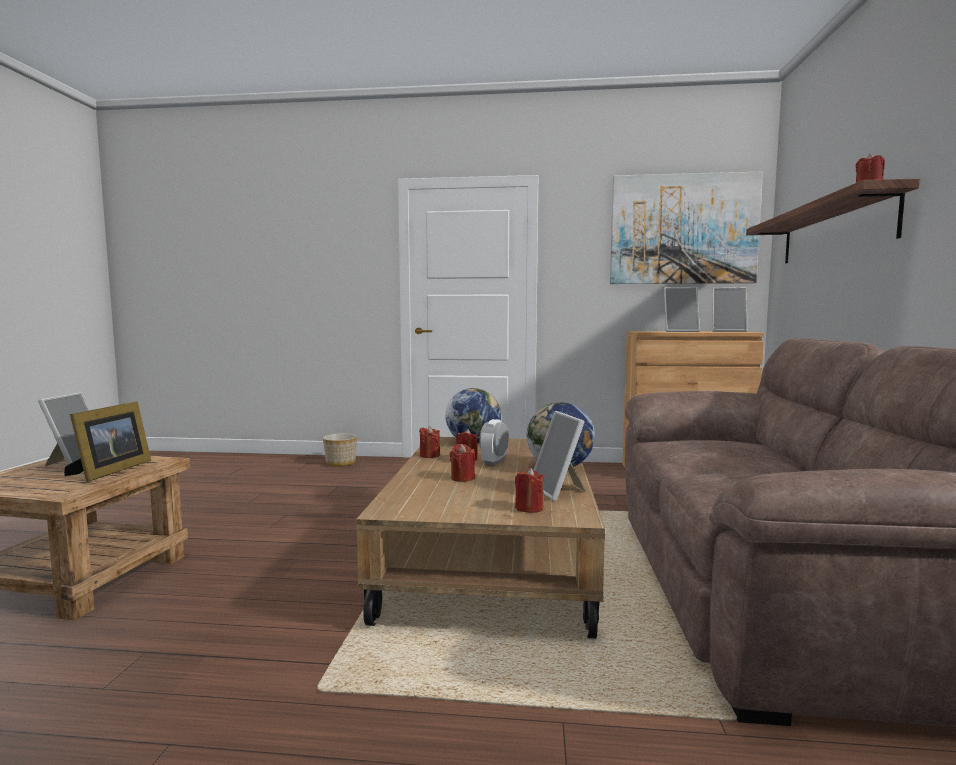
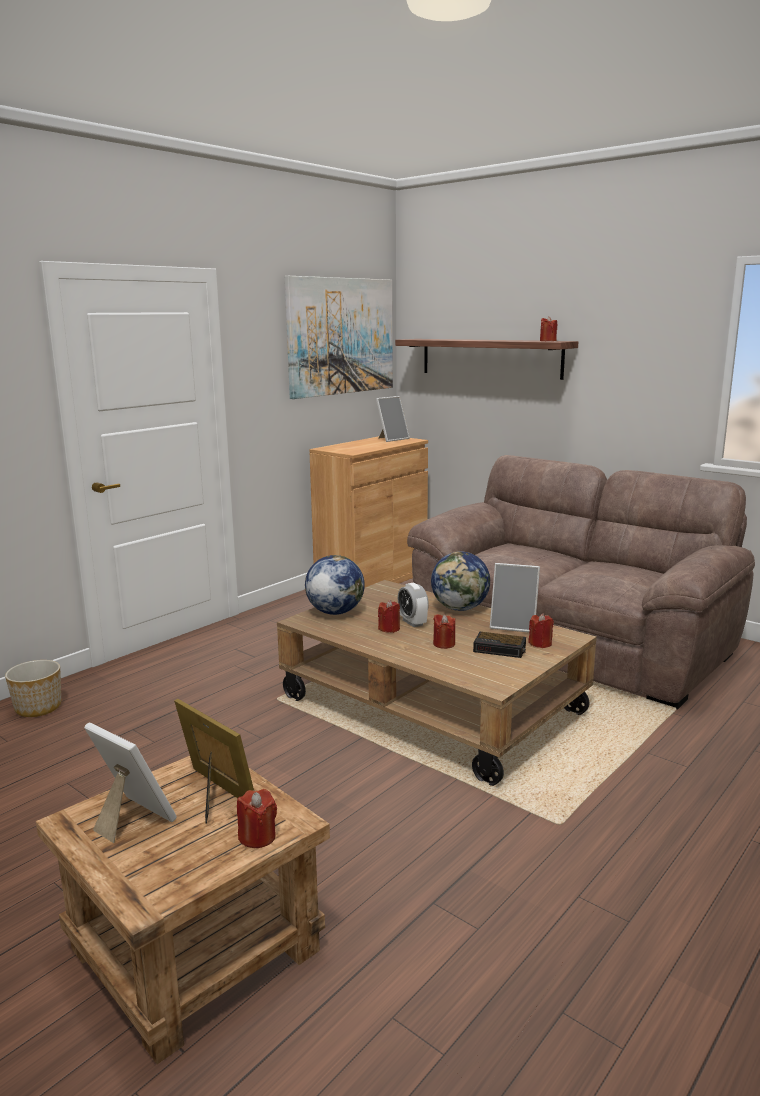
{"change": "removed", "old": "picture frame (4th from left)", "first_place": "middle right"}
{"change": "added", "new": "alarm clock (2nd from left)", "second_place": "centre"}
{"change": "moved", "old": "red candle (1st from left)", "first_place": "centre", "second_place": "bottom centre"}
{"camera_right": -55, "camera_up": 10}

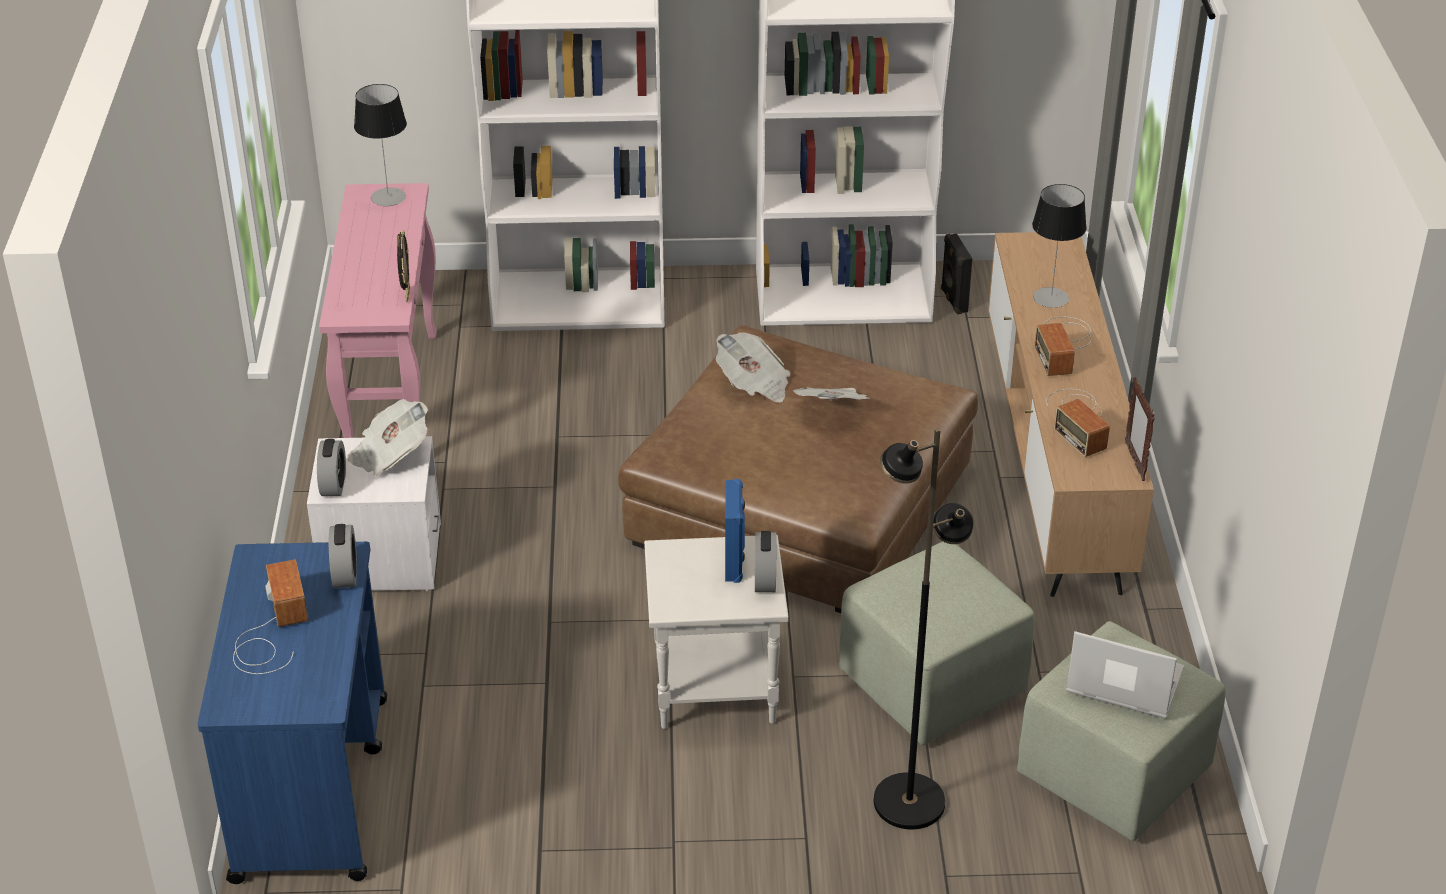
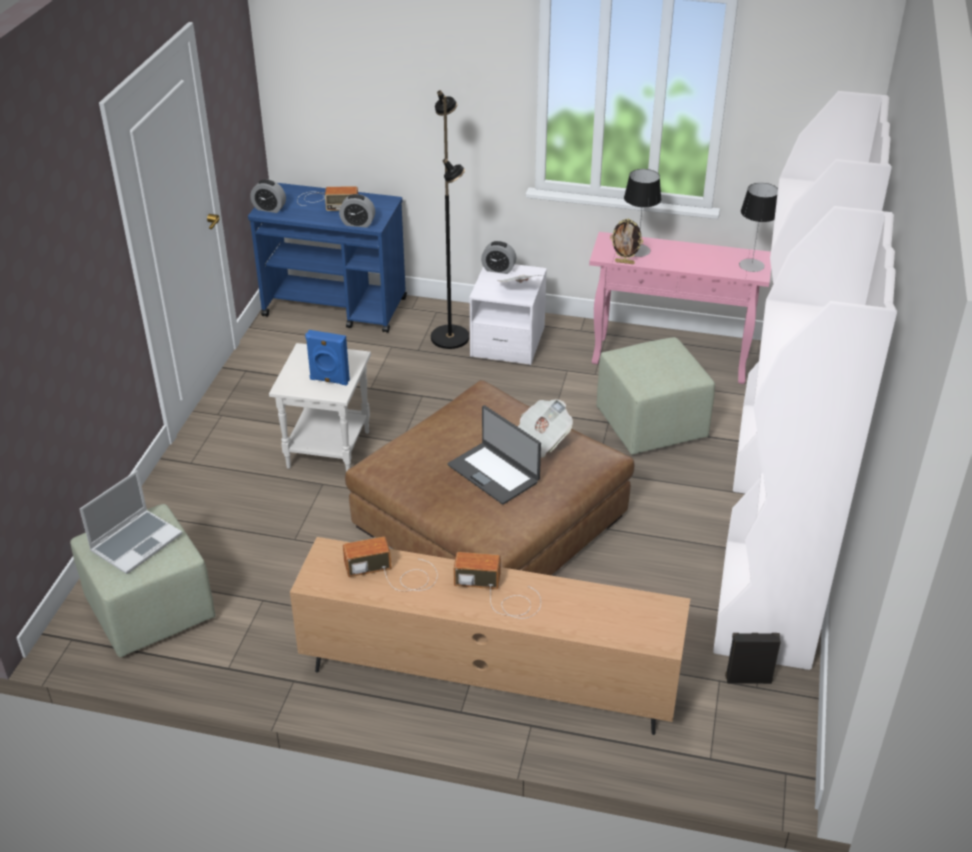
{"change": "removed", "old": "picture frame (2nd from left)", "first_place": "middle right"}
{"change": "moved", "old": "alarm clock (3rd from left in the first image)", "new": "alarm clock (1st from left)", "first_place": "centre", "second_place": "top left"}
{"change": "moved", "old": "green ottoman (1st from left in the first image)", "new": "green ottoman (2nd from left)", "first_place": "bottom centre", "second_place": "middle right"}
{"change": "moved", "old": "black floor lamp", "first_place": "bottom centre", "second_place": "top centre"}
{"change": "moved", "old": "table lamp (2nd from left in the first image)", "new": "table lamp (1st from left)", "first_place": "top right", "second_place": "top centre"}
{"change": "replaced", "old": "newspaper (3rd from left)", "new": "laptop (2nd from left)", "first_place": "centre", "second_place": "centre"}
{"camera_right": 105, "camera_up": 0}

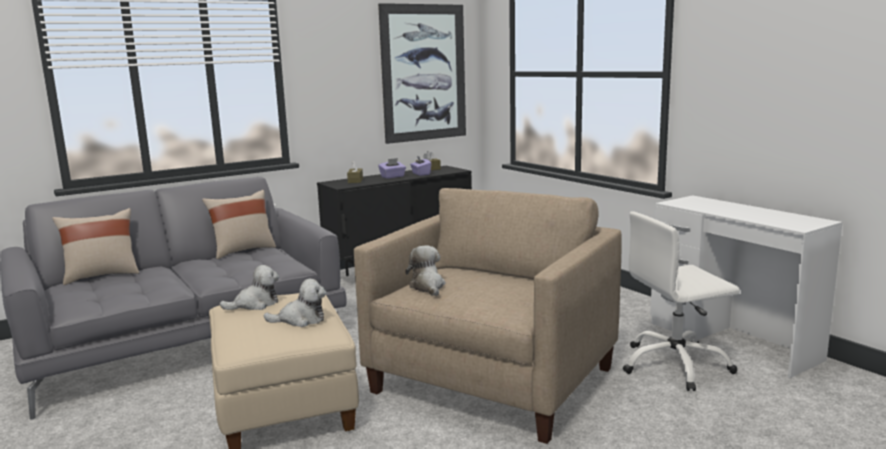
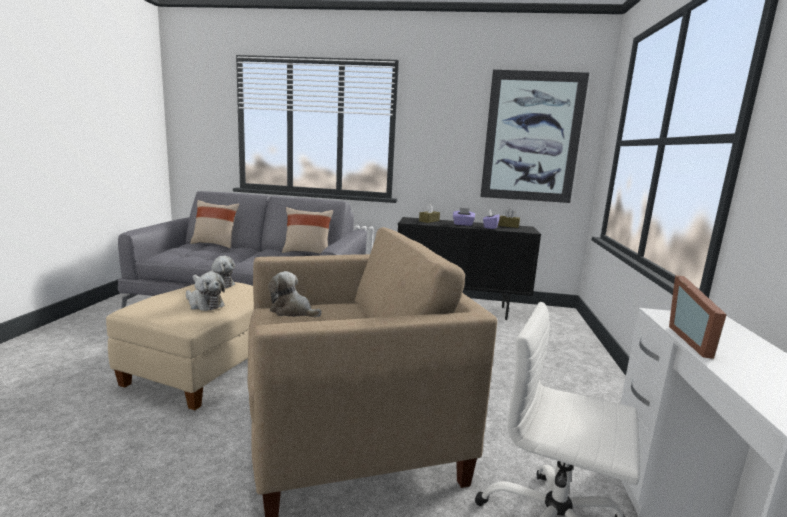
{"change": "added", "new": "picture frame", "second_place": "middle right"}
{"change": "turned", "old": "plush toy (3rd from left)", "first_place": "centre", "second_place": "centre", "degrees": -90}
{"camera_right": 40, "camera_up": 0}

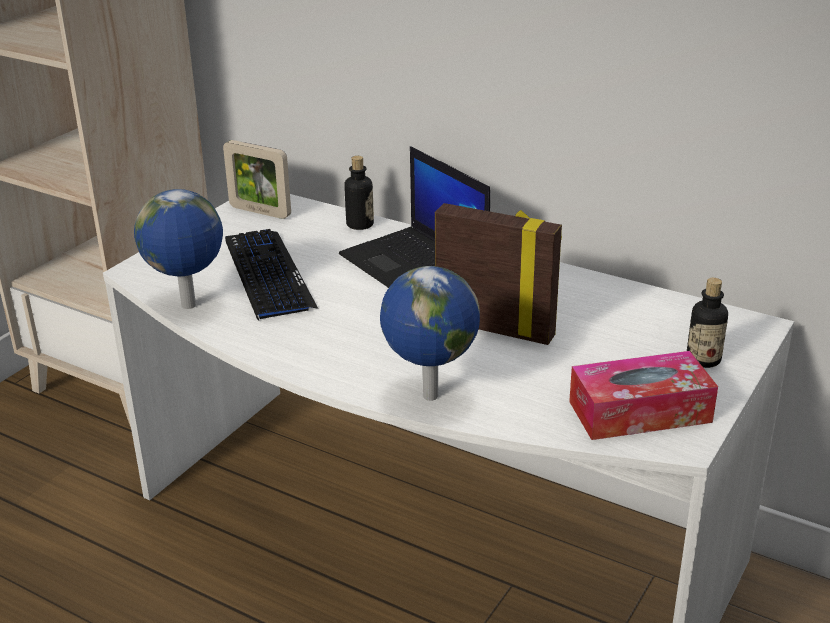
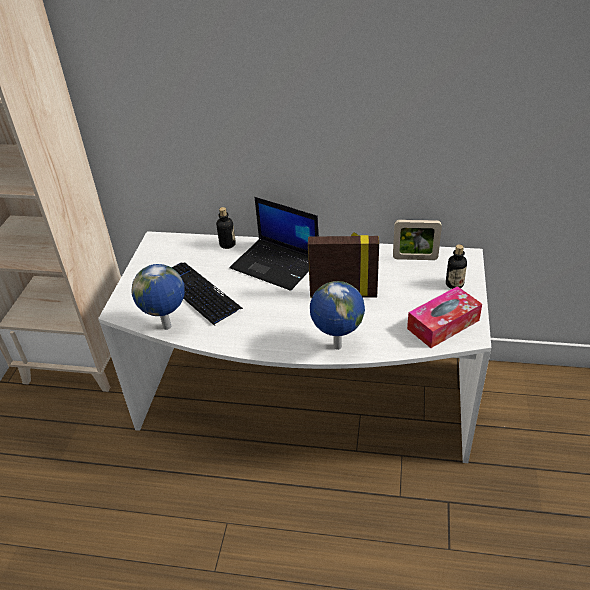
{"change": "moved", "old": "picture frame (1st from left in the first image)", "new": "picture frame (2nd from left)", "first_place": "top left", "second_place": "middle right"}
{"camera_right": -20, "camera_up": 10}

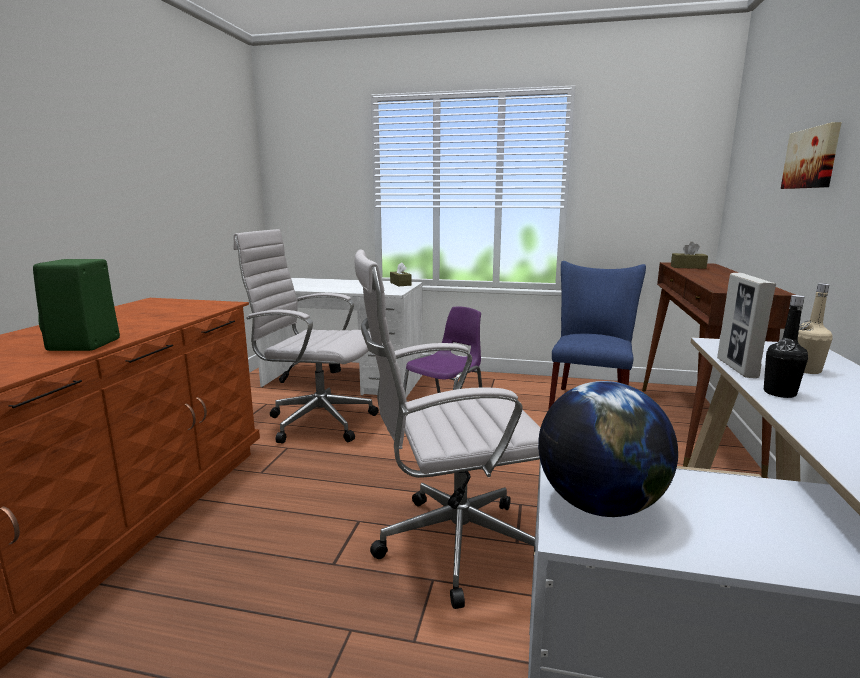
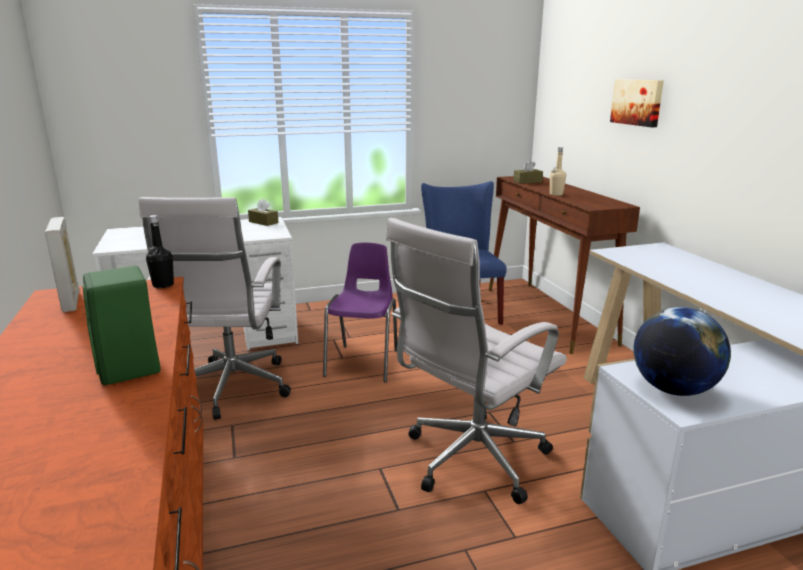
{"change": "moved", "old": "picture frame", "first_place": "middle right", "second_place": "middle left"}
{"change": "moved", "old": "black bottle", "first_place": "middle right", "second_place": "middle left"}
{"change": "moved", "old": "beige bottle", "first_place": "middle right", "second_place": "top right"}
{"change": "turned", "old": "white office chair (1st from left)", "first_place": "centre", "second_place": "middle left", "degrees": -75}
{"camera_right": -30, "camera_up": 5}

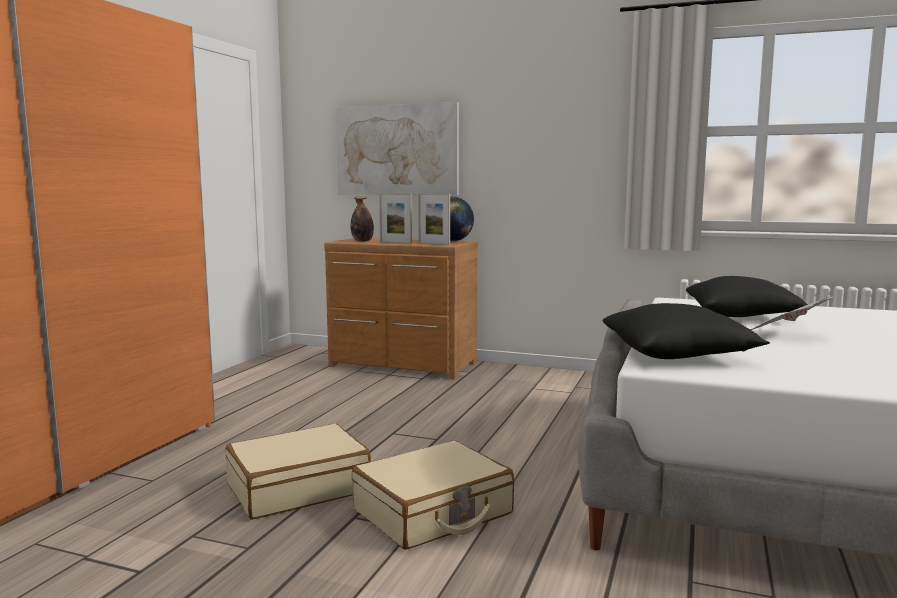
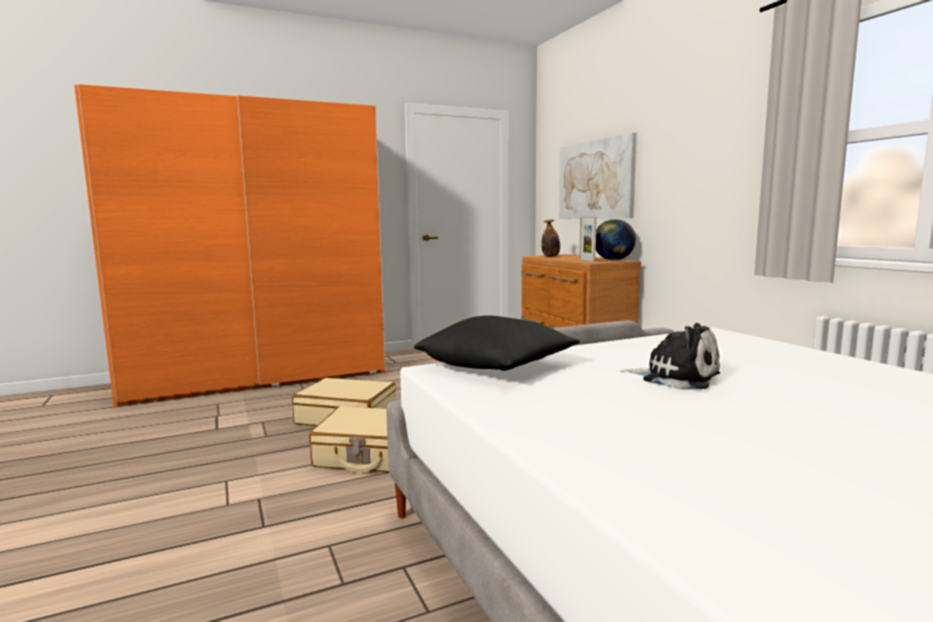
{"change": "removed", "old": "picture frame (1st from left)", "first_place": "centre"}
{"change": "removed", "old": "black pillow (2nd from left)", "first_place": "middle right"}
{"change": "replaced", "old": "newspaper", "new": "plush toy", "first_place": "middle right", "second_place": "middle right"}
{"camera_right": 45, "camera_up": 0}

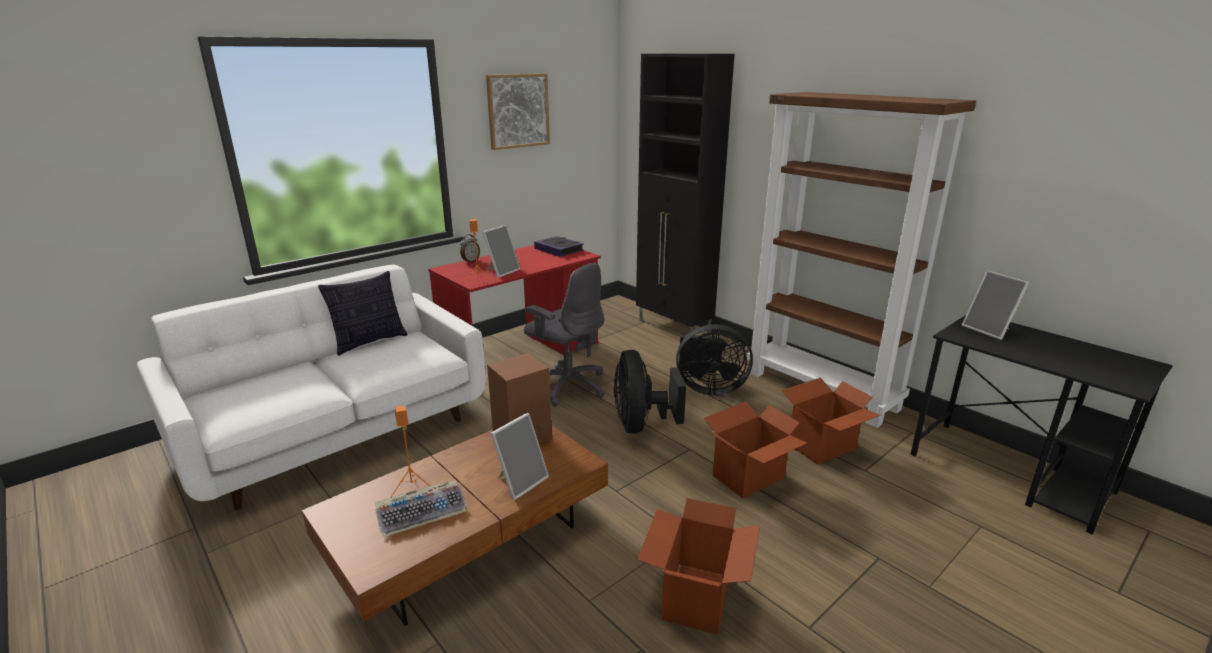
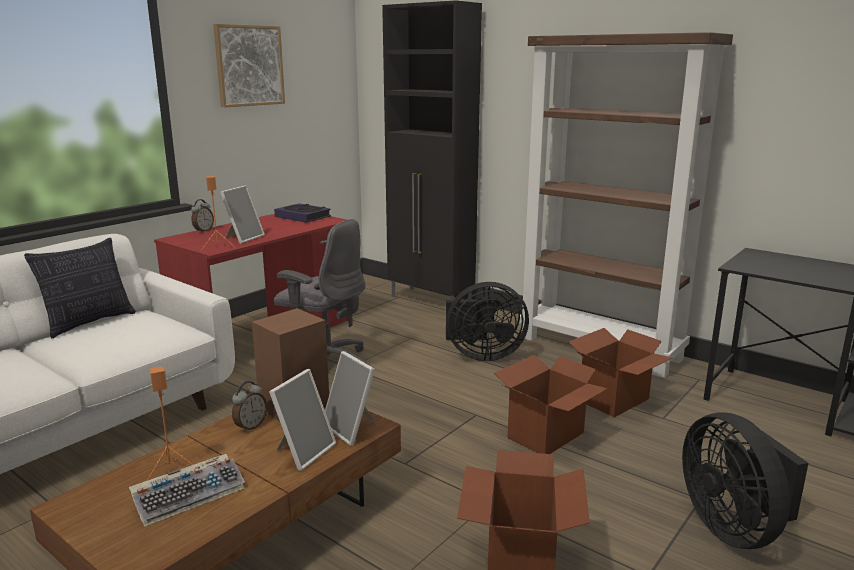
{"change": "added", "new": "alarm clock (2nd from left)", "second_place": "bottom left"}
{"change": "moved", "old": "black fan (1st from left in the first image)", "new": "black fan (2nd from left)", "first_place": "centre", "second_place": "bottom right"}
{"change": "moved", "old": "picture frame (3rd from left)", "first_place": "middle right", "second_place": "bottom centre"}
{"camera_right": -10, "camera_up": -5}

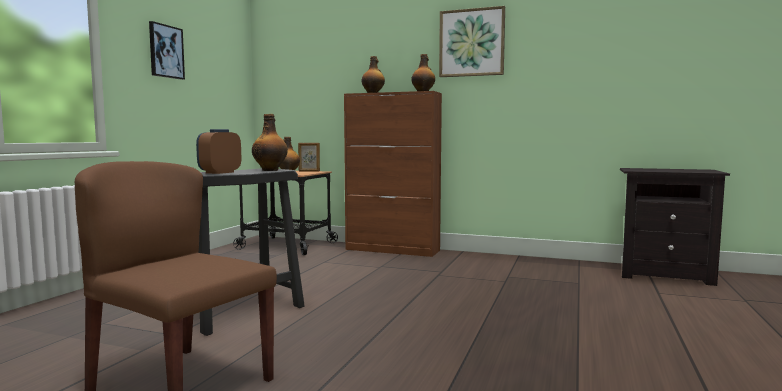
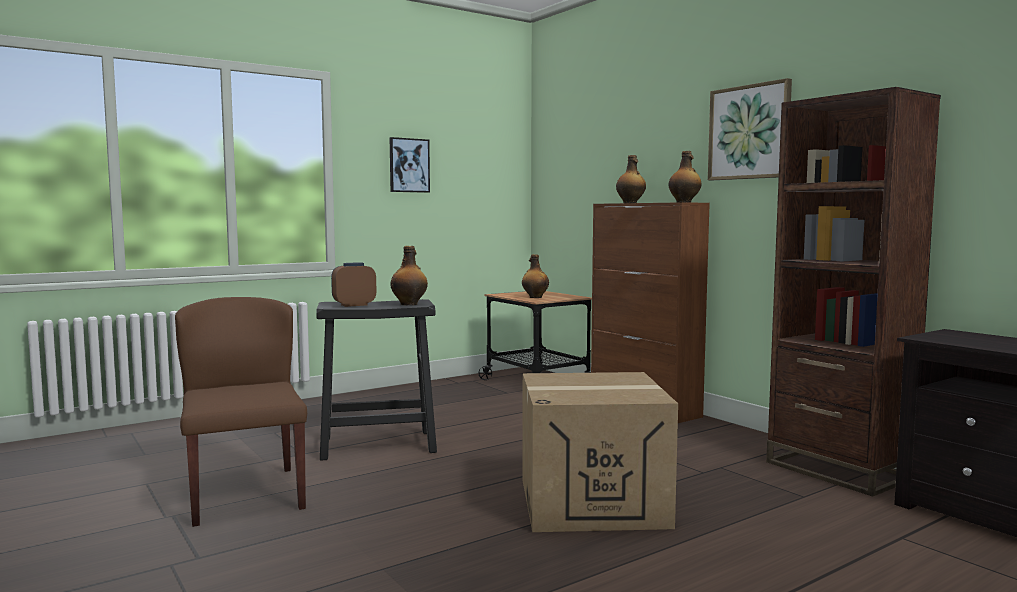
{"change": "removed", "old": "picture frame", "first_place": "centre"}
{"change": "added", "new": "cardboard box", "second_place": "bottom centre"}
{"change": "added", "new": "brown bookcase", "second_place": "middle right"}
{"camera_right": 35, "camera_up": 0}

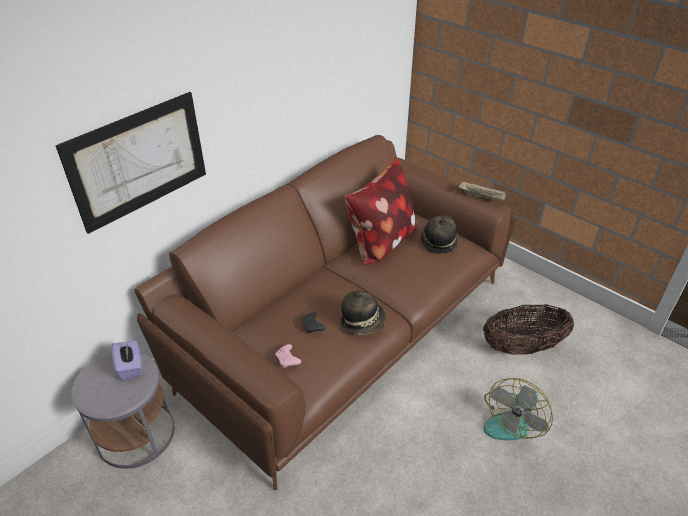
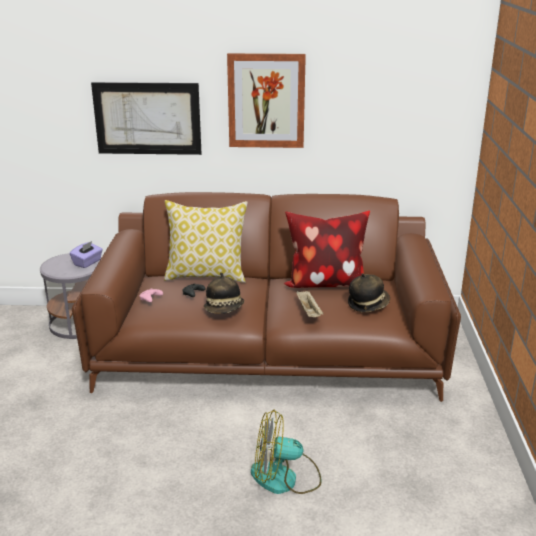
{"change": "removed", "old": "basket", "first_place": "middle right"}
{"change": "added", "new": "pillow (1st from left)", "second_place": "centre"}
{"change": "added", "new": "picture (2nd from left)", "second_place": "top centre"}
{"change": "moved", "old": "beige tray", "first_place": "middle right", "second_place": "centre"}
{"camera_right": 50, "camera_up": -15}

